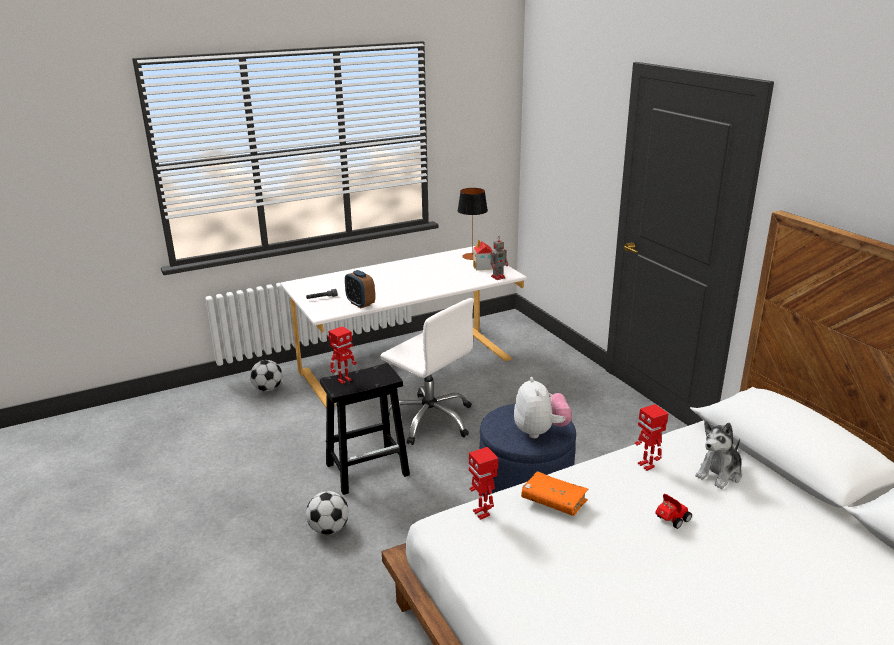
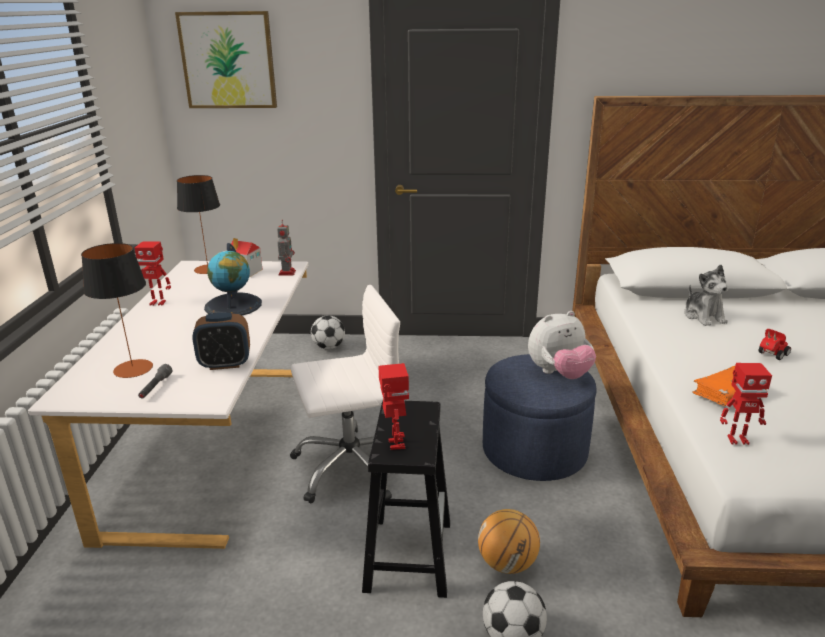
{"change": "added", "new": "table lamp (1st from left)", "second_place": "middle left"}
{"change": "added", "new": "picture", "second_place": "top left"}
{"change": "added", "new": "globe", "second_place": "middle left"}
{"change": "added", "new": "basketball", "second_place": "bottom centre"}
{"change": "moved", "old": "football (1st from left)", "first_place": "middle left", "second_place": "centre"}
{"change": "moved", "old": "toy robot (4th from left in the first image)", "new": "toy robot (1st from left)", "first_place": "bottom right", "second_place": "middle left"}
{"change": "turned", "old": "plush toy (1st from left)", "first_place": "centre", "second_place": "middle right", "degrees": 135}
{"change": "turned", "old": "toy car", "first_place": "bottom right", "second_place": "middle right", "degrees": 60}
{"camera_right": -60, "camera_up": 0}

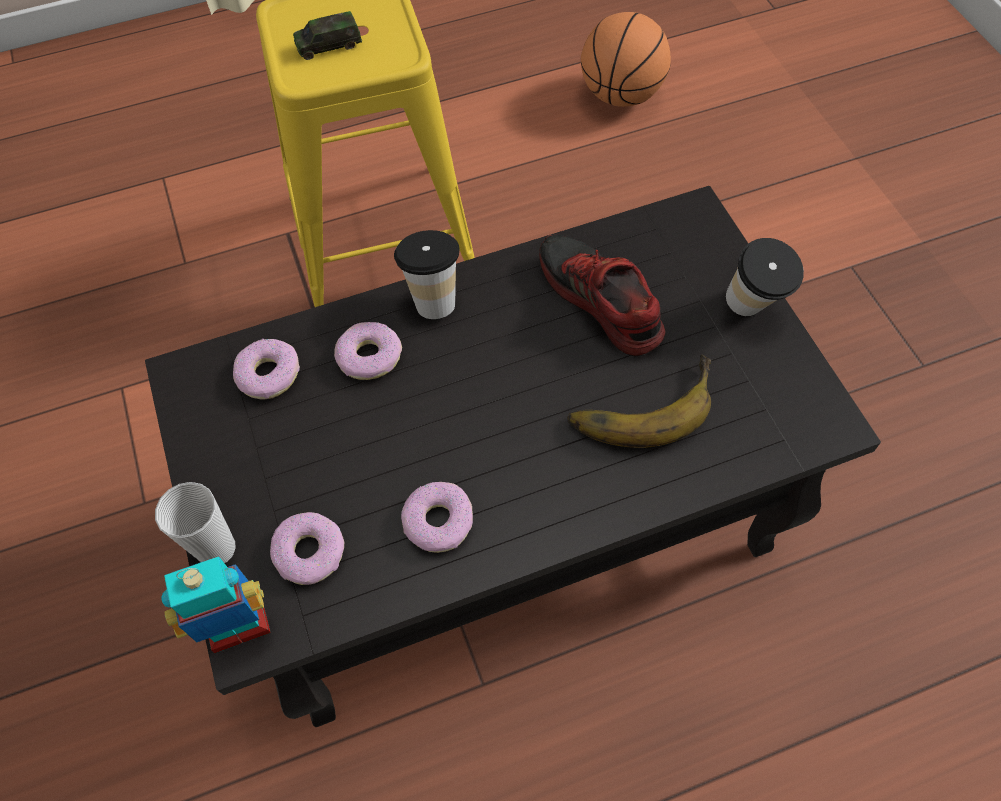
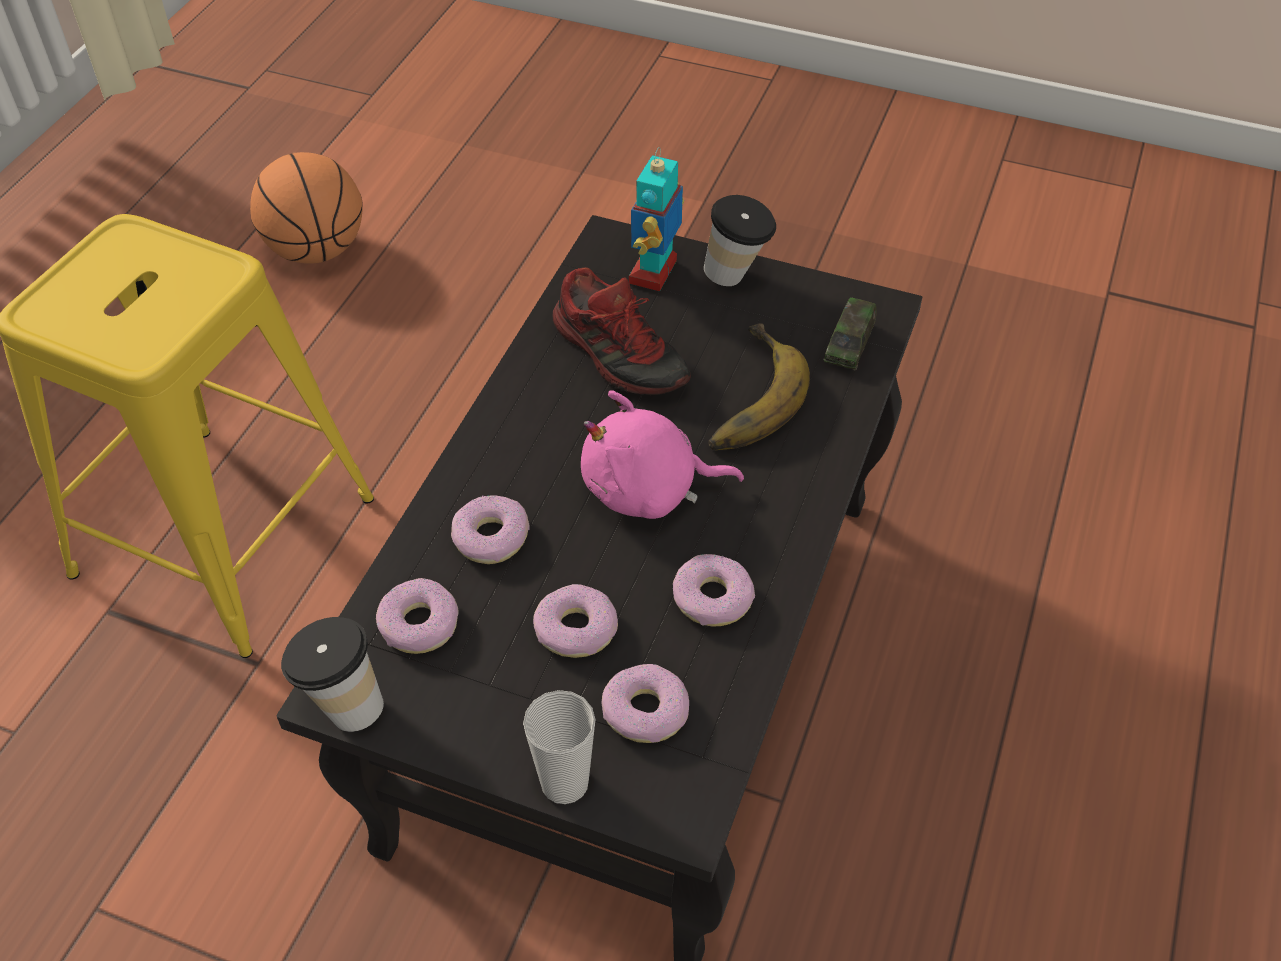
{"change": "added", "new": "donut (3rd from left)", "second_place": "centre"}
{"change": "added", "new": "pink plush toy", "second_place": "centre"}
{"change": "moved", "old": "toy robot", "first_place": "bottom left", "second_place": "top centre"}
{"change": "moved", "old": "toy car", "first_place": "top left", "second_place": "centre"}
{"change": "moved", "old": "cup (2nd from left in the first image)", "new": "cup (1st from left)", "first_place": "centre", "second_place": "bottom left"}
{"change": "turned", "old": "shoe", "first_place": "centre", "second_place": "centre", "degrees": -135}
{"camera_right": -50, "camera_up": -10}

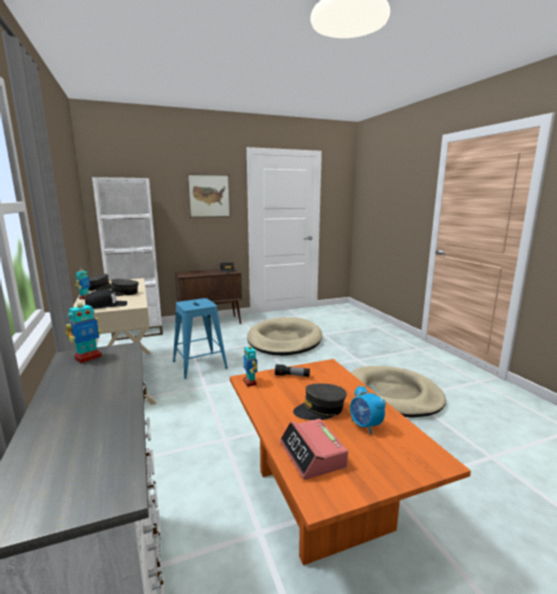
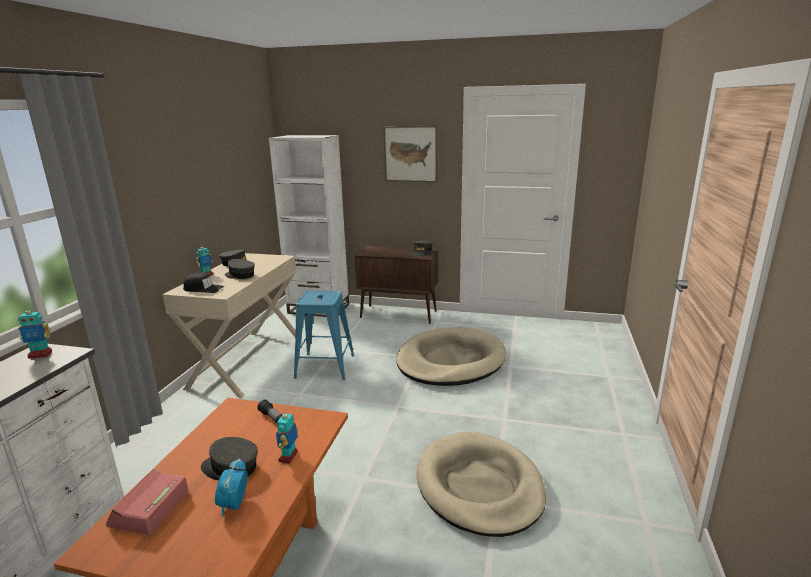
{"change": "moved", "old": "toy robot (3rd from left)", "first_place": "centre", "second_place": "bottom centre"}
{"camera_right": 35, "camera_up": 5}

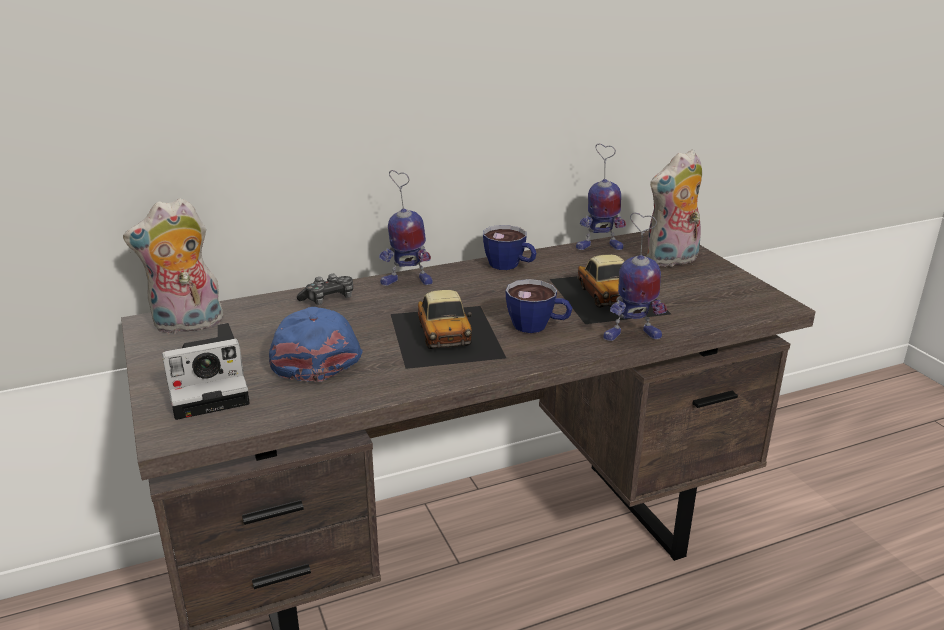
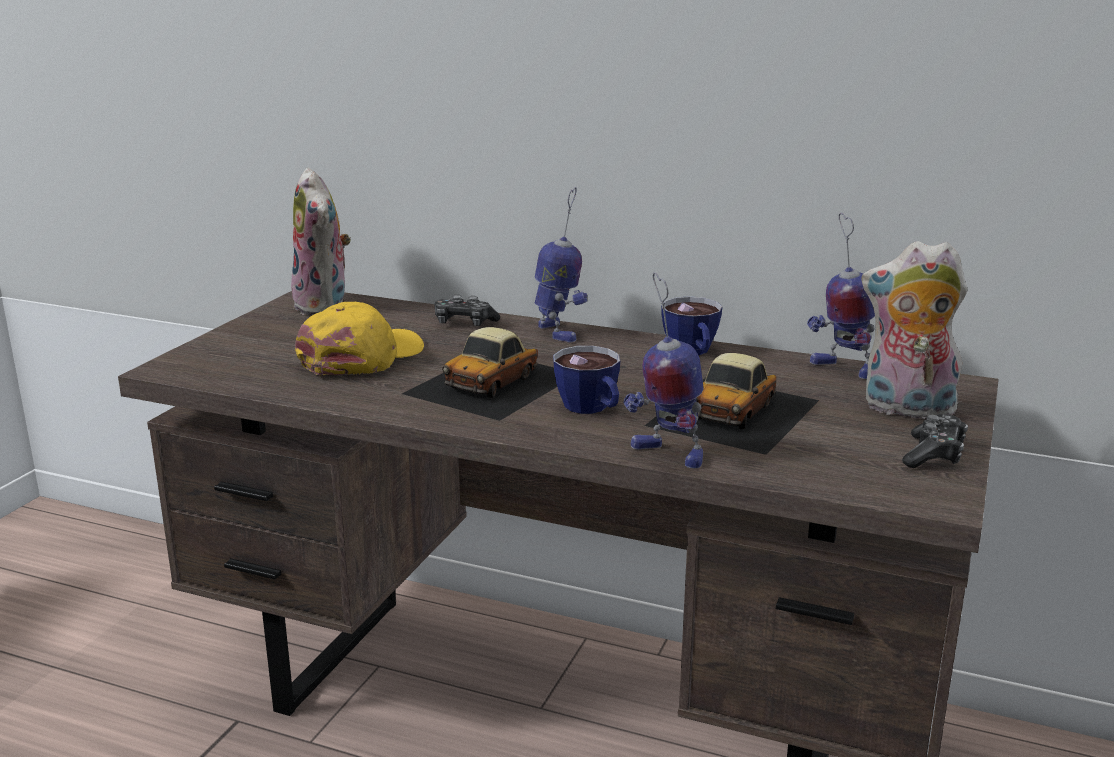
{"change": "removed", "old": "photo camera", "first_place": "middle left"}
{"change": "added", "new": "game controller (2nd from left)", "second_place": "middle right"}
{"change": "recoloured", "old": "blue cap", "new": "yellow cap", "first_place": "centre", "second_place": "middle left"}
{"change": "turned", "old": "plush toy (1st from left)", "first_place": "middle left", "second_place": "top left", "degrees": -135}
{"change": "turned", "old": "toy robot (1st from left)", "first_place": "centre", "second_place": "centre", "degrees": -150}
{"camera_right": 45, "camera_up": -5}

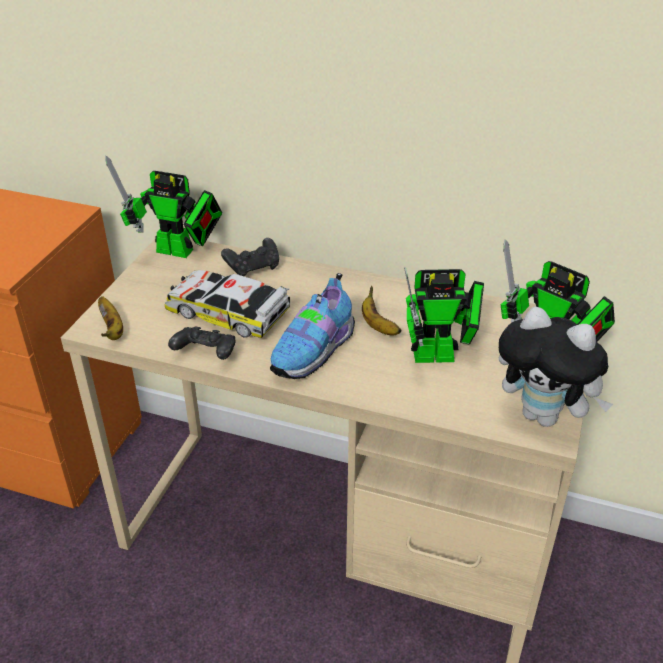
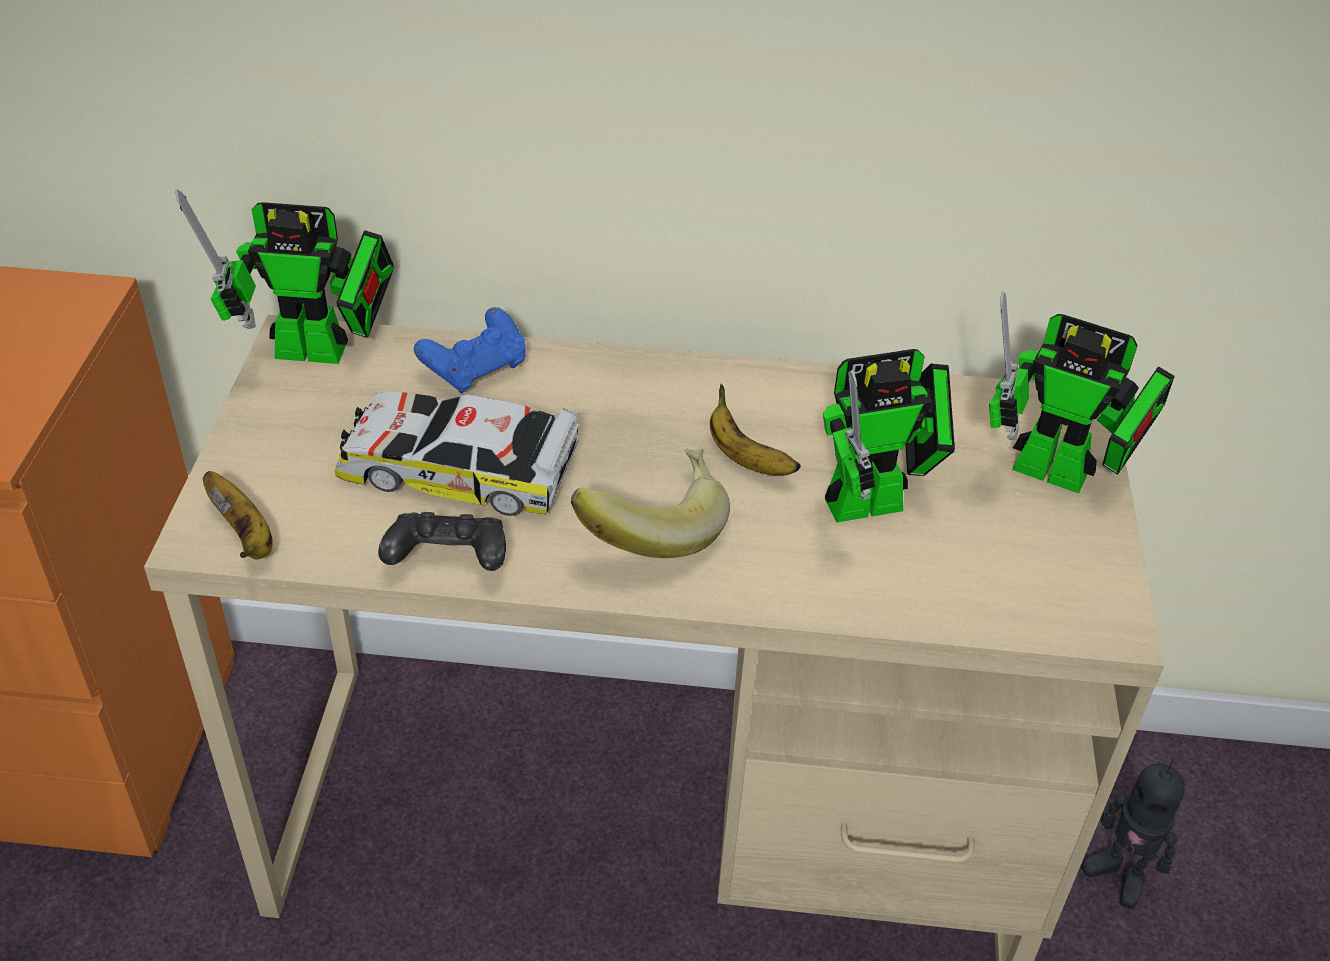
{"change": "removed", "old": "plush toy", "first_place": "middle right"}
{"change": "added", "new": "toy robot (4th from left)", "second_place": "bottom right"}
{"change": "replaced", "old": "shoe", "new": "banana (2nd from left)", "first_place": "centre", "second_place": "centre"}
{"change": "recoloured", "old": "black game controller (2nd from left)", "new": "blue game controller", "first_place": "centre", "second_place": "centre"}
{"camera_right": -15, "camera_up": 5}

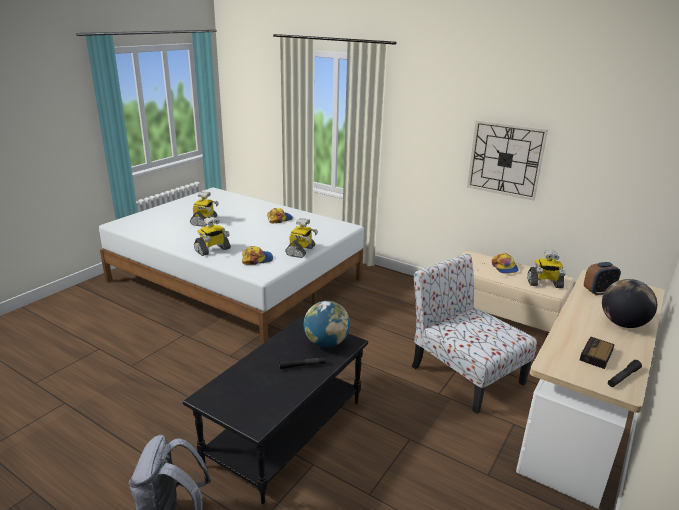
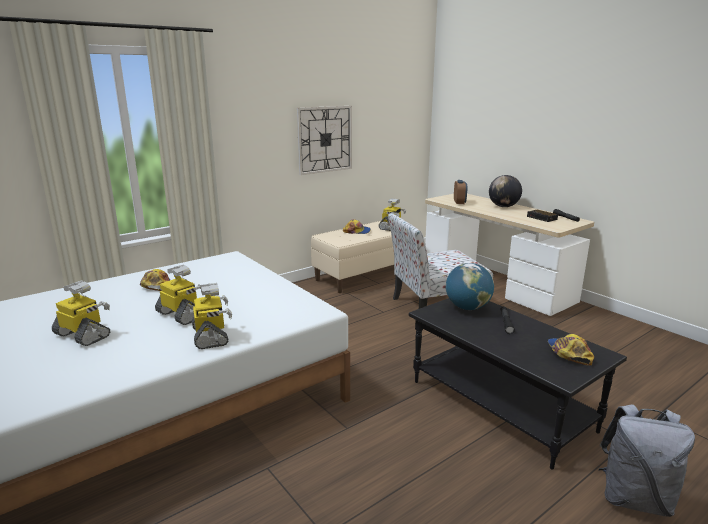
{"change": "moved", "old": "cap (1st from left in the first image)", "new": "cap (3rd from left)", "first_place": "centre", "second_place": "middle right"}
{"change": "moved", "old": "toy robot (3rd from left in the first image)", "new": "toy robot (2nd from left)", "first_place": "centre", "second_place": "middle left"}
{"camera_right": -70, "camera_up": -5}

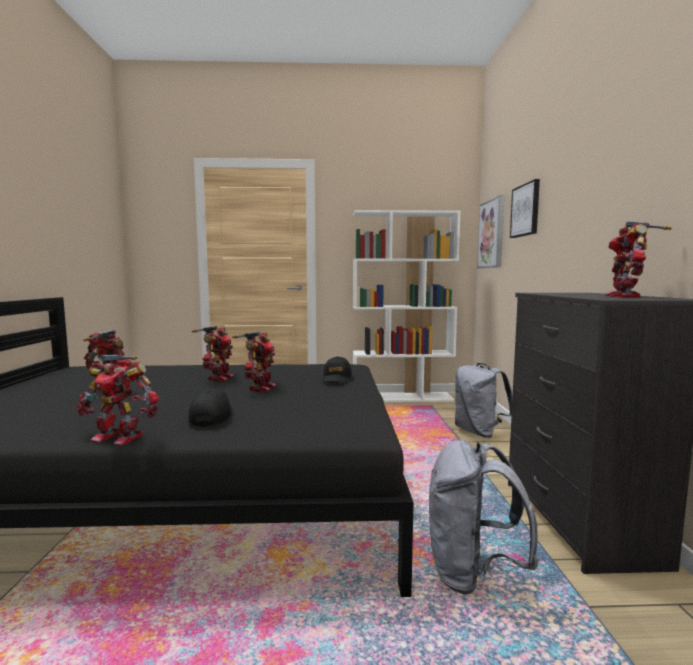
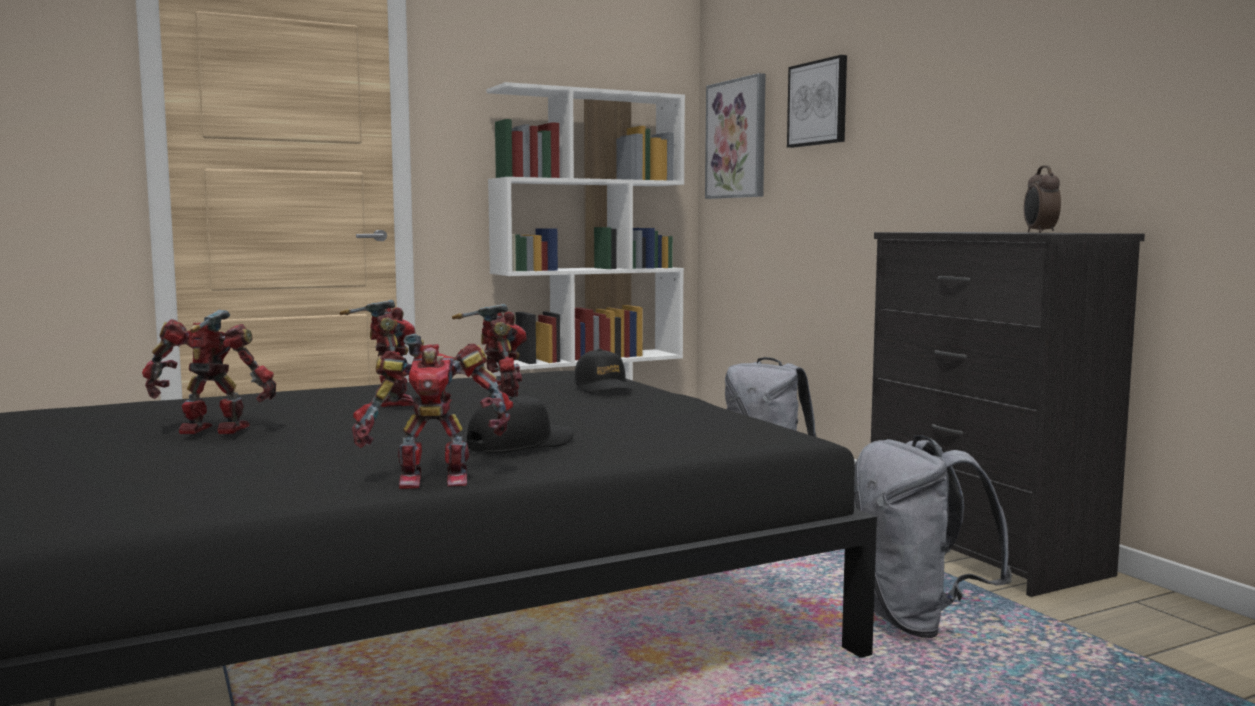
{"change": "replaced", "old": "toy robot (5th from left)", "new": "alarm clock", "first_place": "middle right", "second_place": "top right"}
{"change": "turned", "old": "black cap (1st from left)", "first_place": "middle left", "second_place": "centre", "degrees": 75}
{"camera_right": -25, "camera_up": 0}

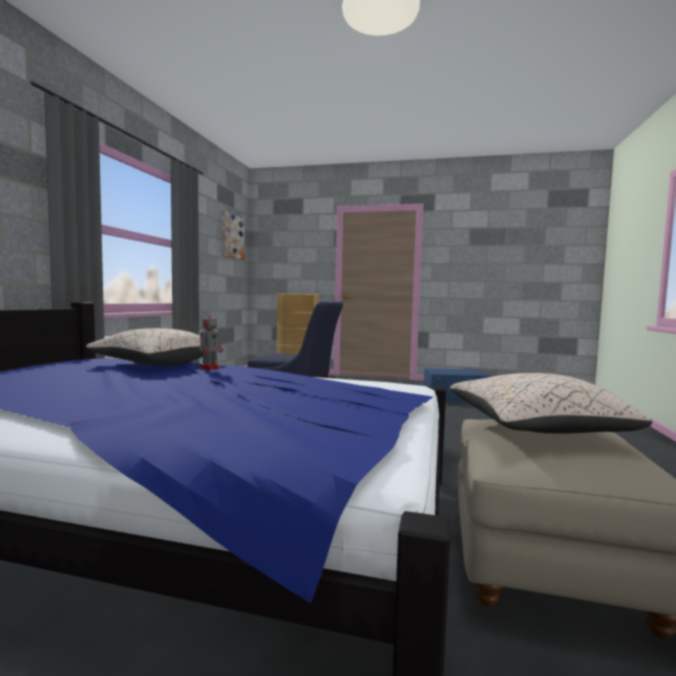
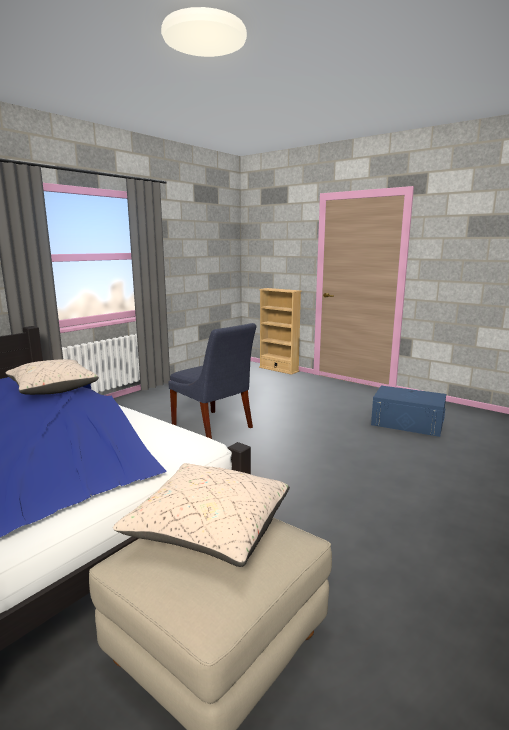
{"change": "removed", "old": "toy robot", "first_place": "middle left"}
{"change": "removed", "old": "picture", "first_place": "centre"}
{"camera_right": 25, "camera_up": 10}

